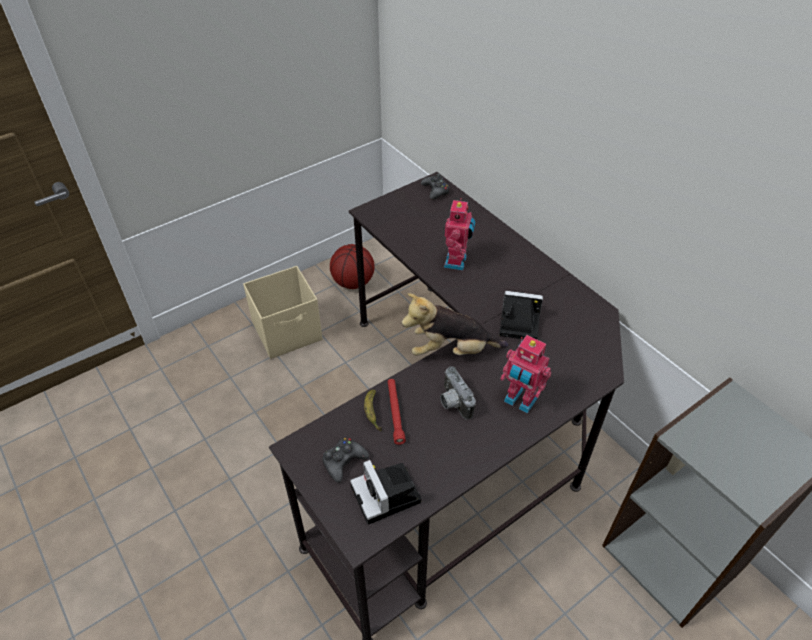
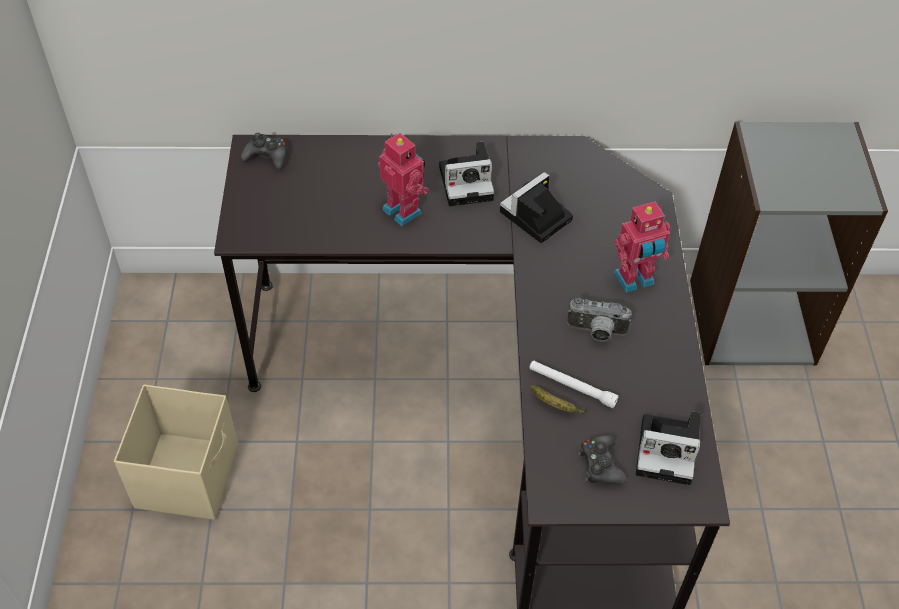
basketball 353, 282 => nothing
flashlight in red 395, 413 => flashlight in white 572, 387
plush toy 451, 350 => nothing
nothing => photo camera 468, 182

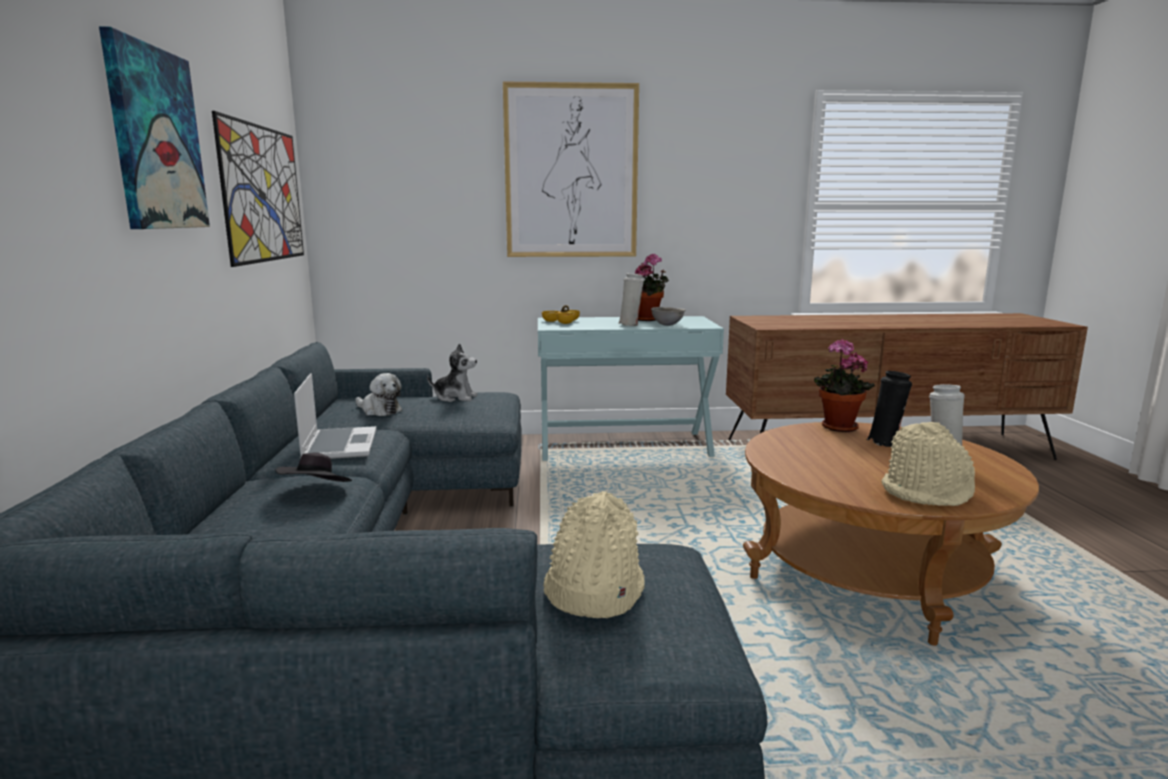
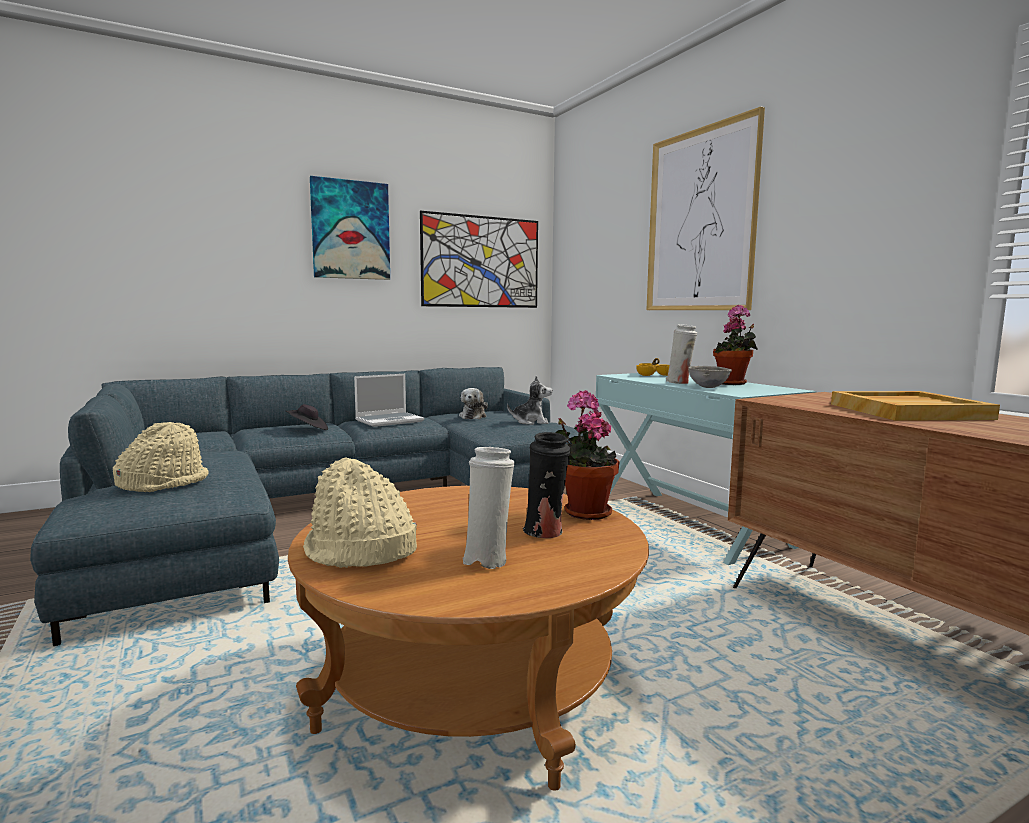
plush toy 455, 397 => plush toy 531, 422, 75 degrees counterclockwise
nothing => tray in beige 908, 411

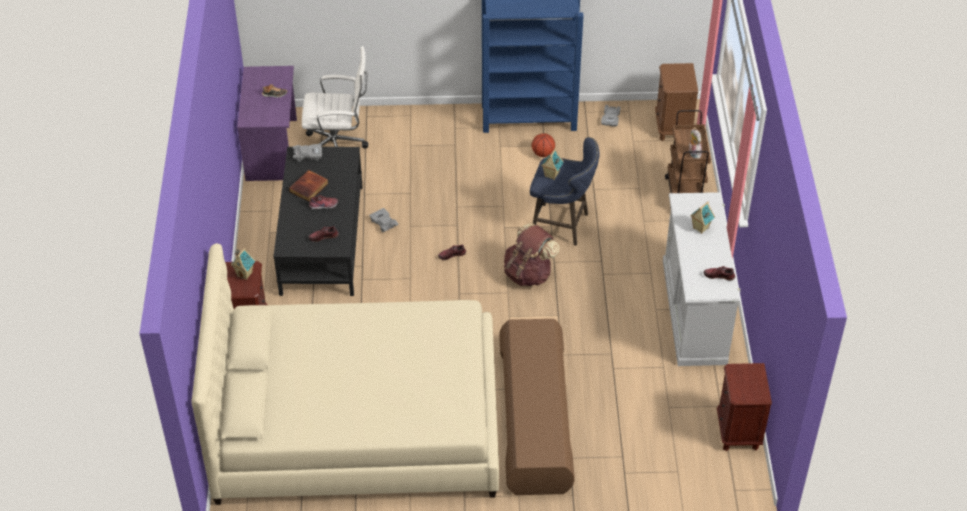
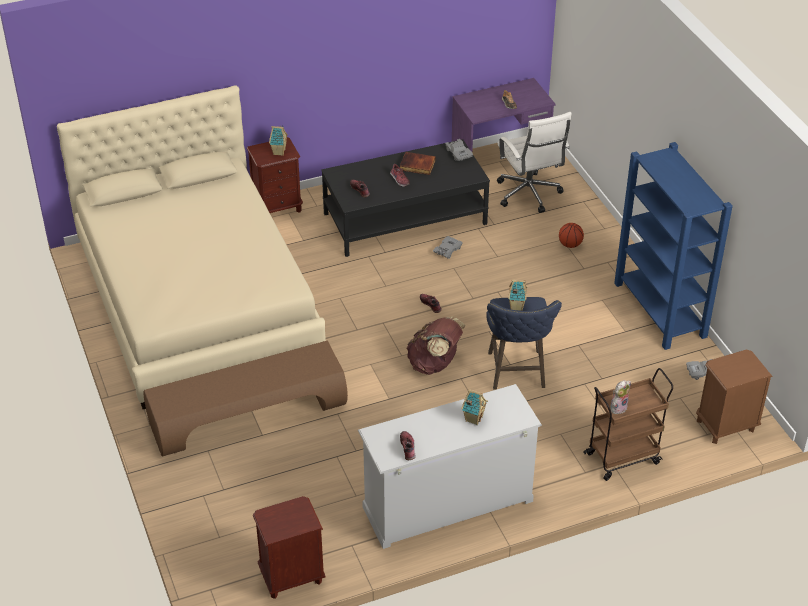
basketball 543, 154 => basketball 570, 245, moved

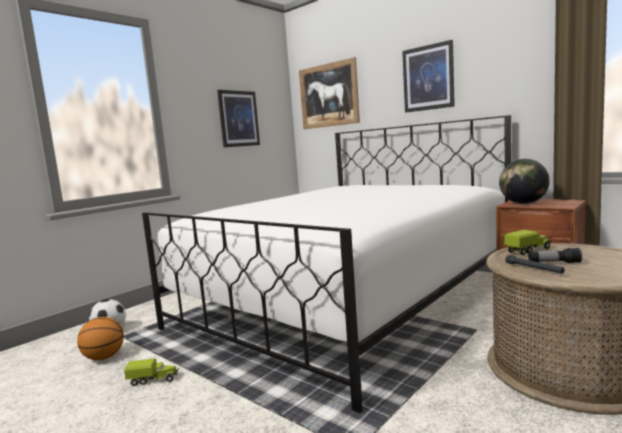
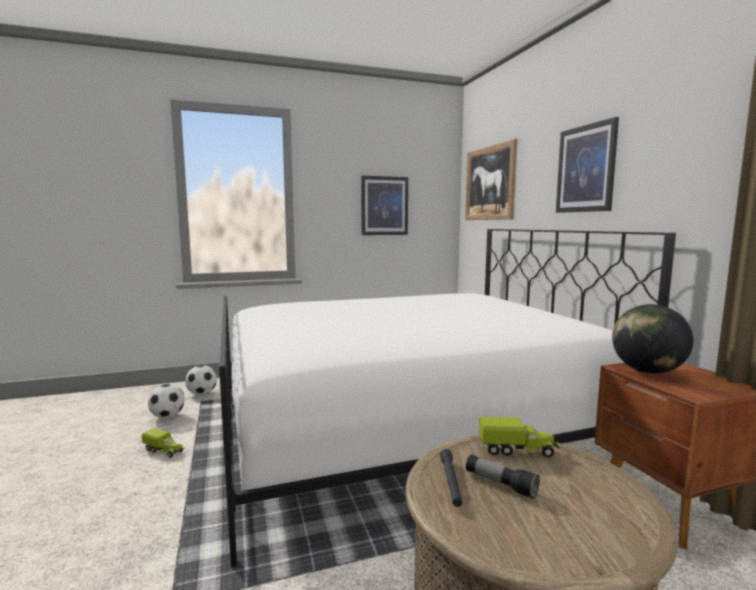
basketball 104, 357 => football 167, 416

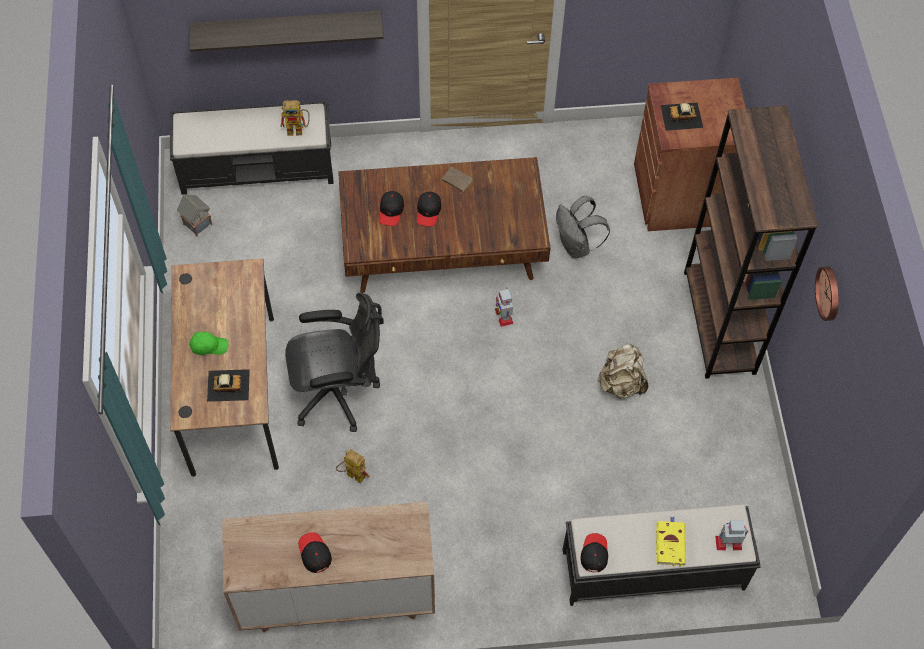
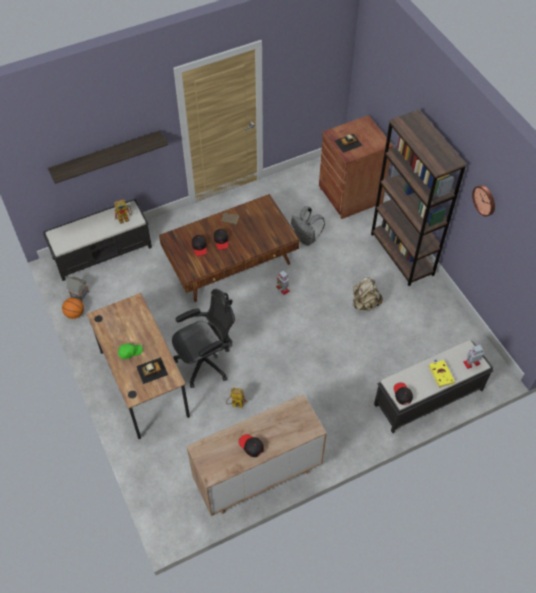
nothing => basketball 75, 314

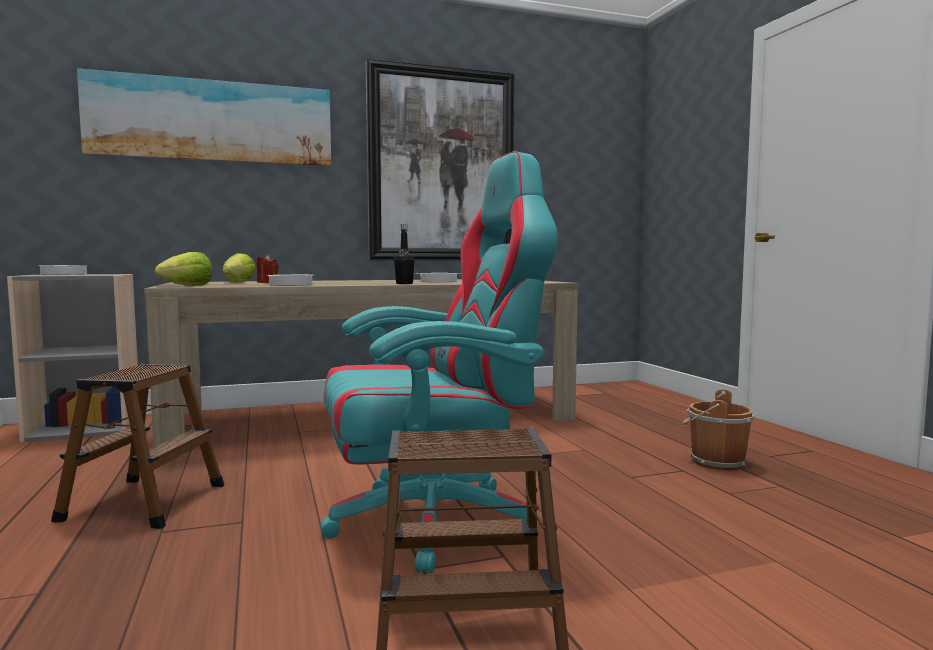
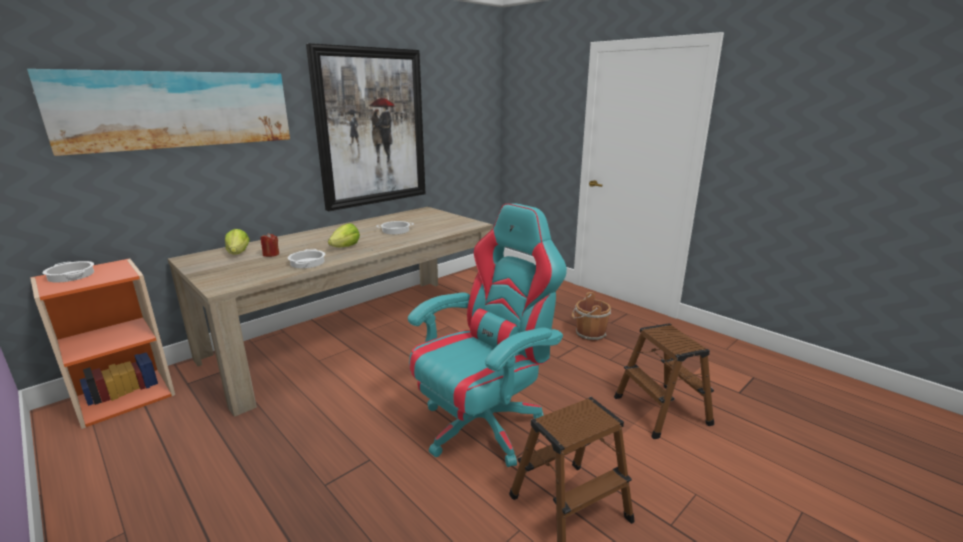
bookcase in grey 86, 427 => bookcase in orange 126, 395
step ladder in brown 143, 502 => step ladder in brown 662, 410, moved
lettuce 188, 286 => lettuce 345, 247, moved
bottle in black 404, 283 => nothing

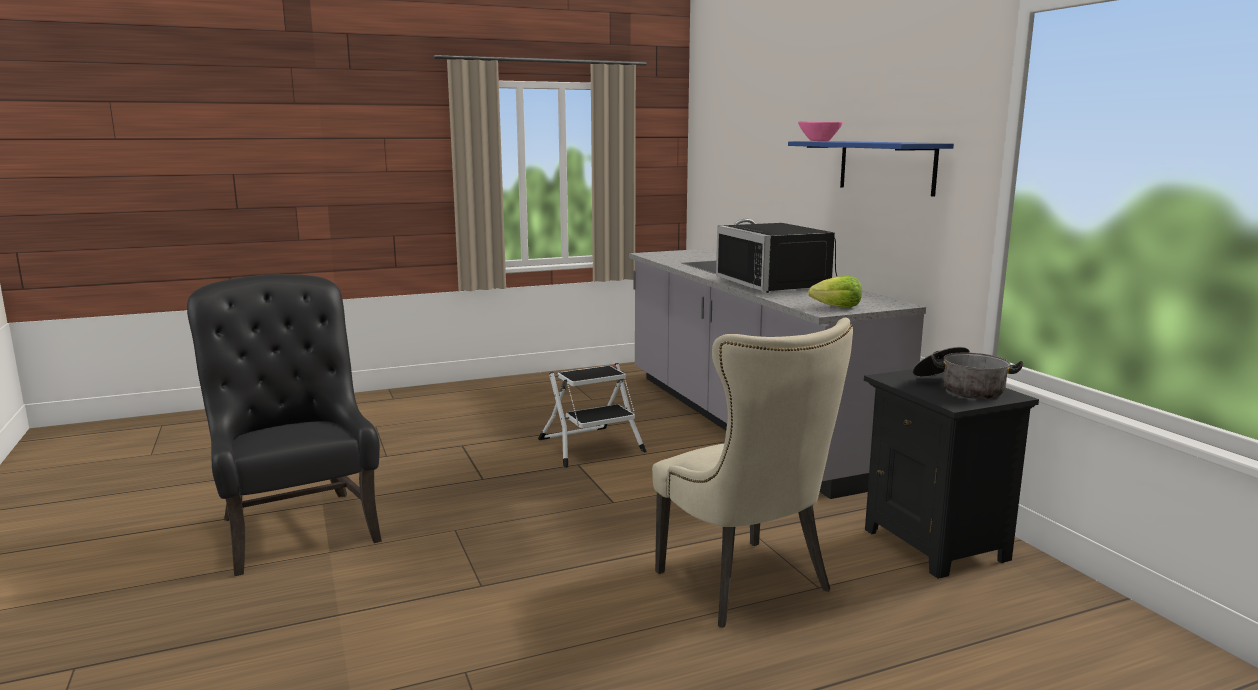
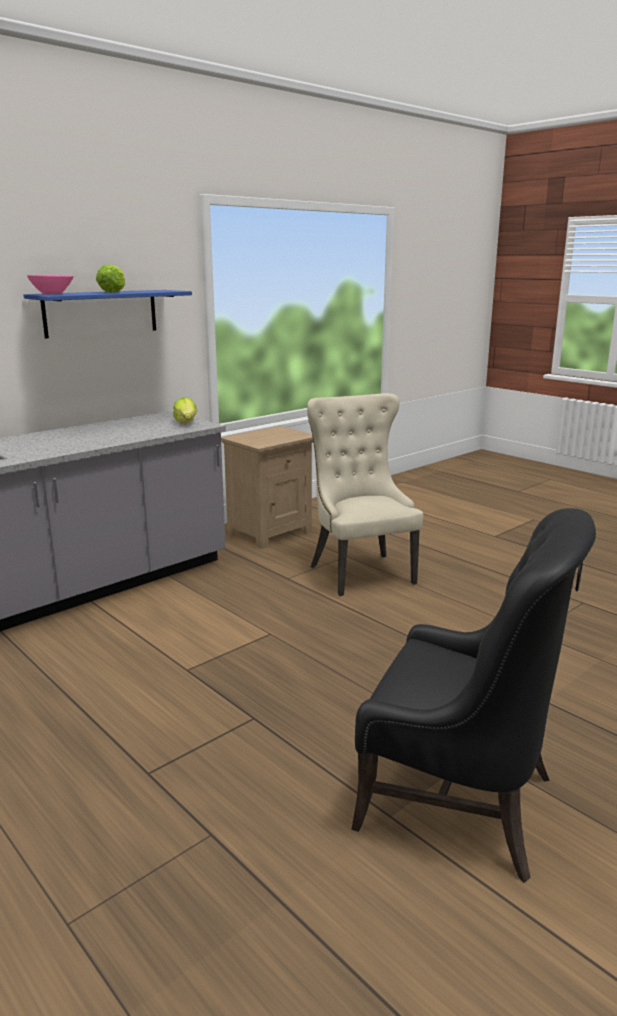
chair in black 297, 529 => chair in black 459, 801, 105 degrees counterclockwise
step ladder 589, 446 => nothing
chair in beige 744, 584 => chair in beige 361, 573, 60 degrees counterclockwise
microwave in black 779, 284 => nothing
nightstand in black 933, 545 => nightstand in beige 272, 533
cooking pot 960, 388 => nothing
nothing => lettuce 113, 292

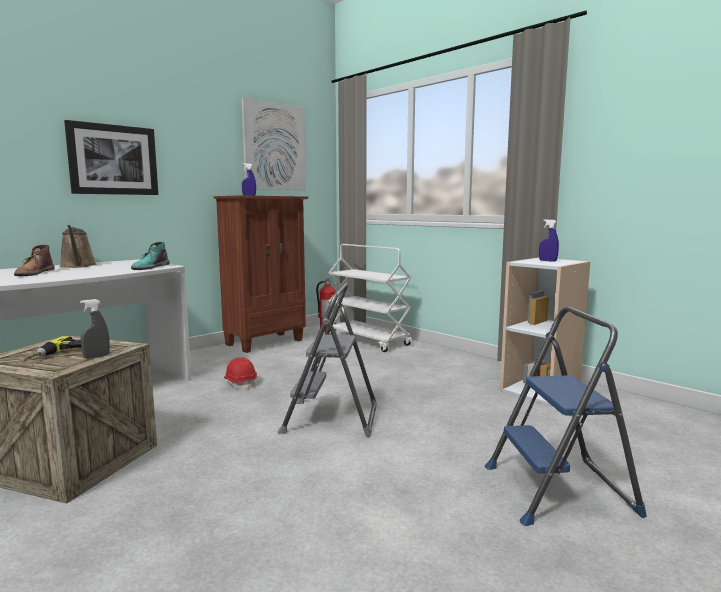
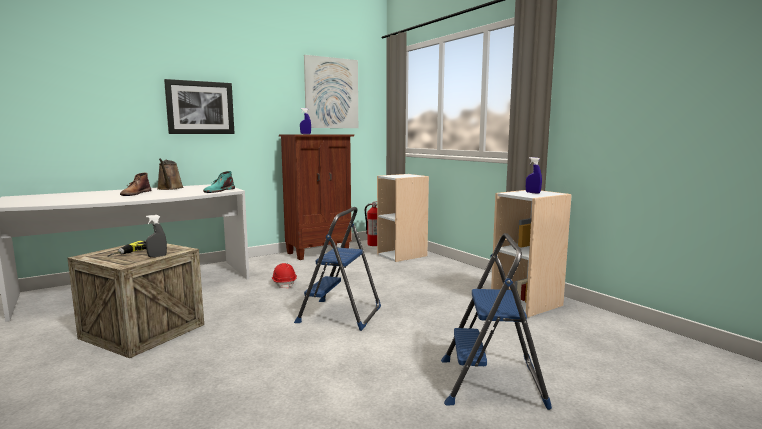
step ladder in grey 335, 418 => step ladder in blue 342, 315
cart in white 368, 341 => bookcase 402, 255

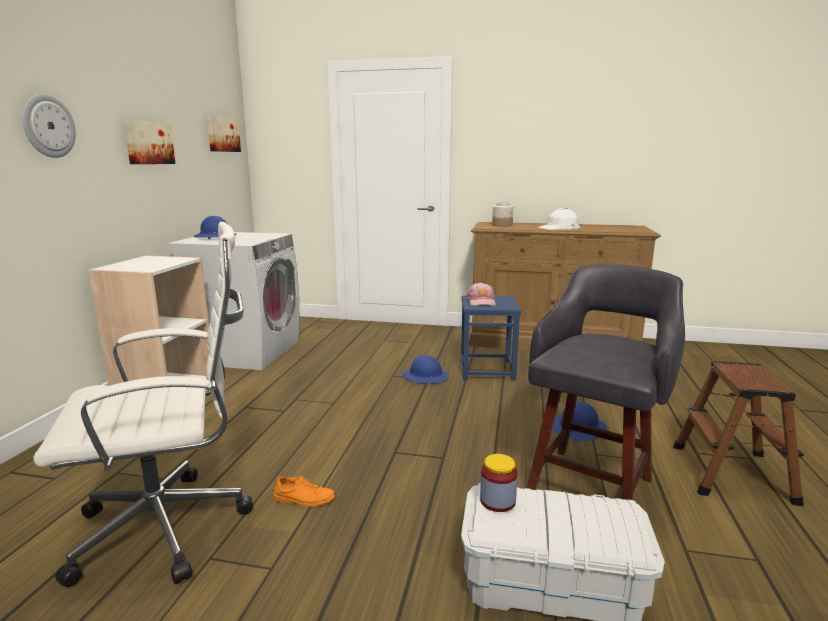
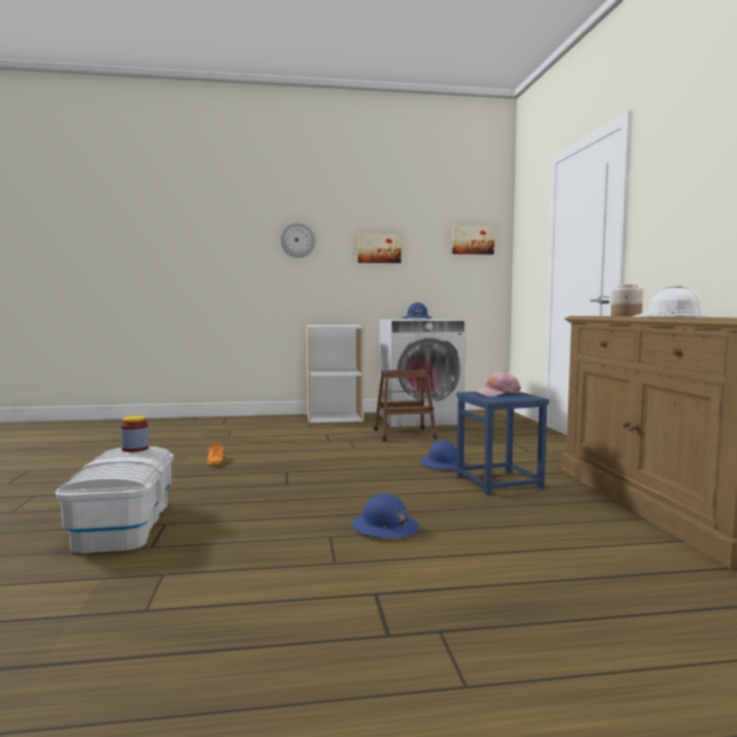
office chair in white 171, 526 => nothing
stool in grey 592, 485 => nothing
step ladder in brown 732, 473 => step ladder in brown 404, 434, moved

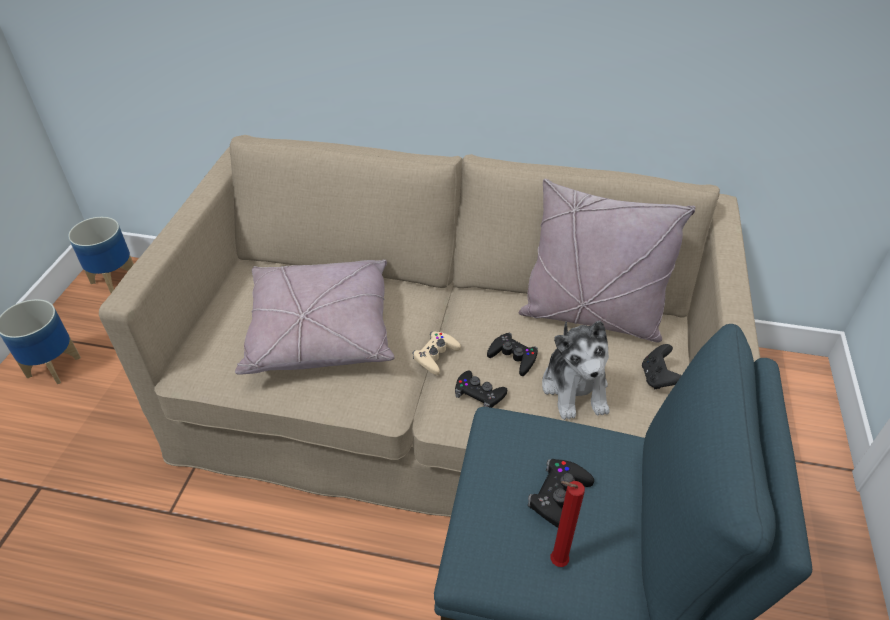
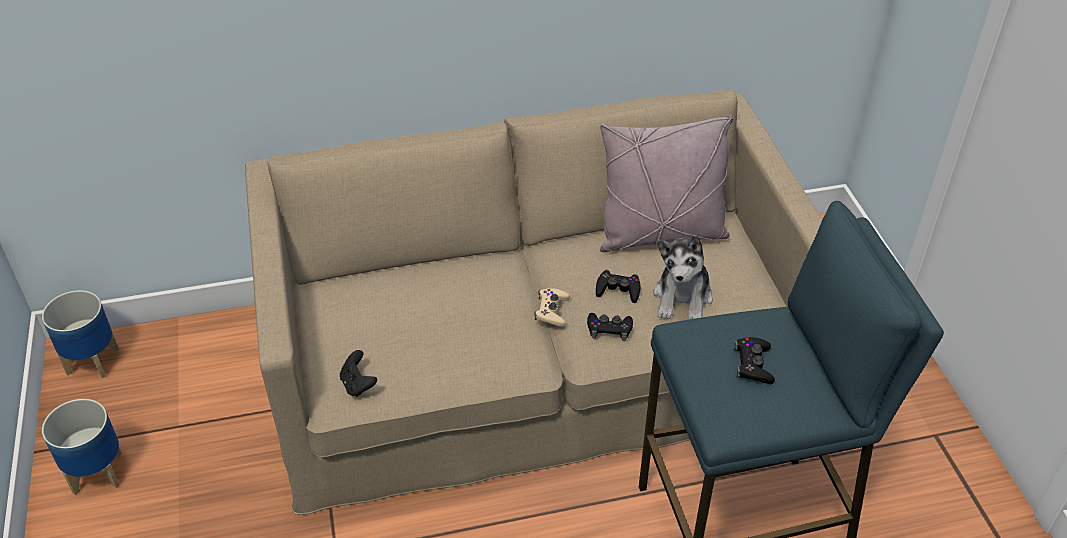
pillow in purple 320, 331 => nothing
plush toy 575, 388 => plush toy 683, 298, 45 degrees clockwise
candle in red 555, 562 => nothing
game controller in black 657, 378 => game controller in black 358, 384, moved

